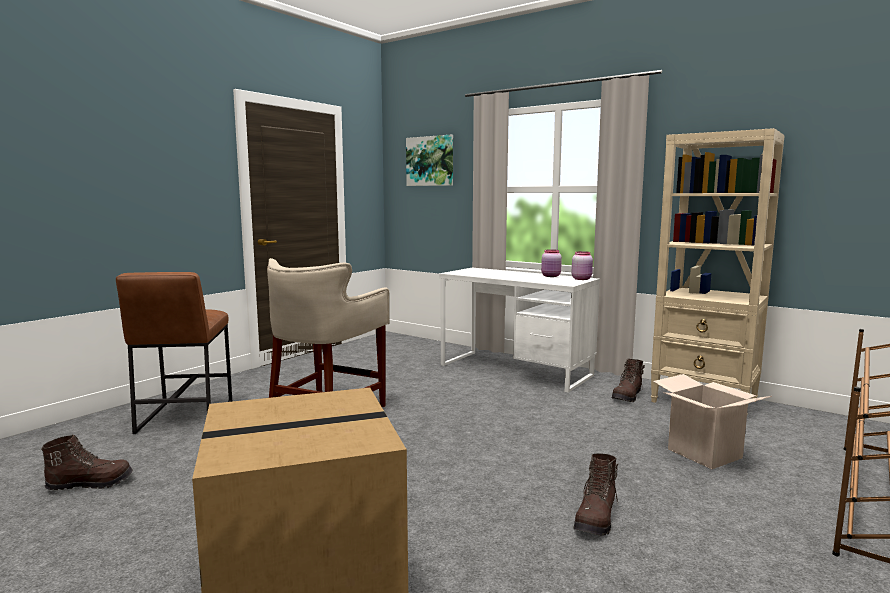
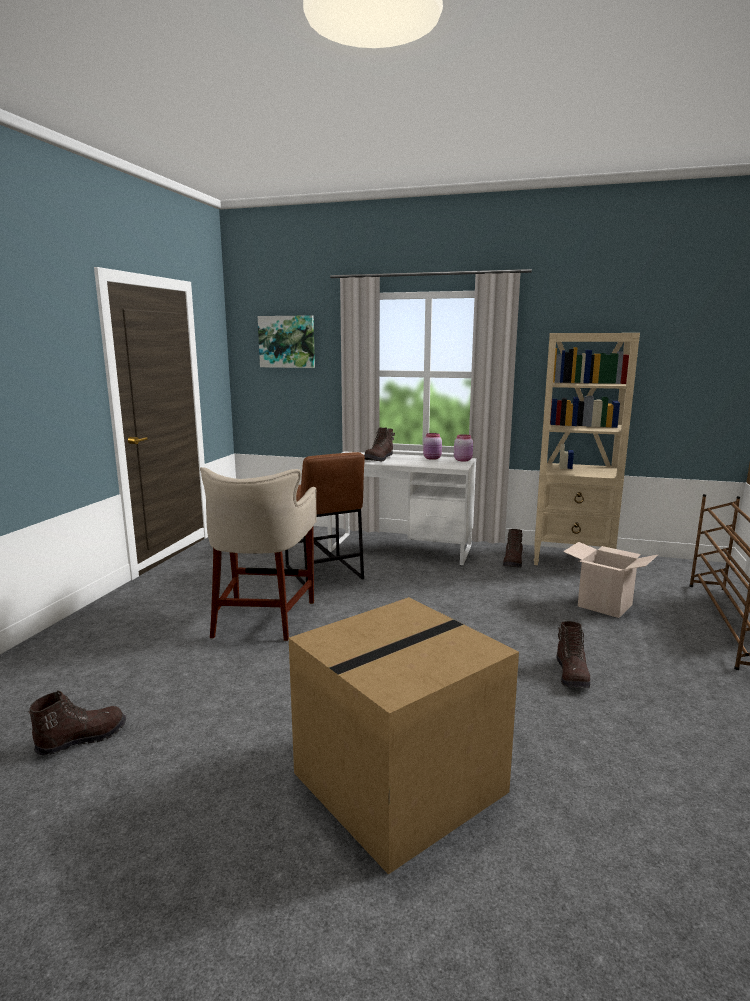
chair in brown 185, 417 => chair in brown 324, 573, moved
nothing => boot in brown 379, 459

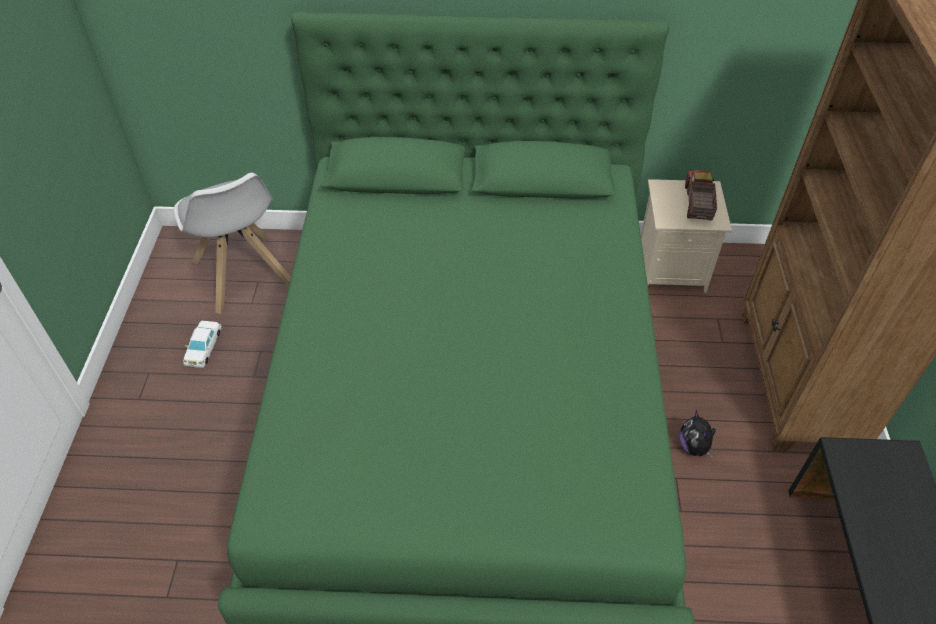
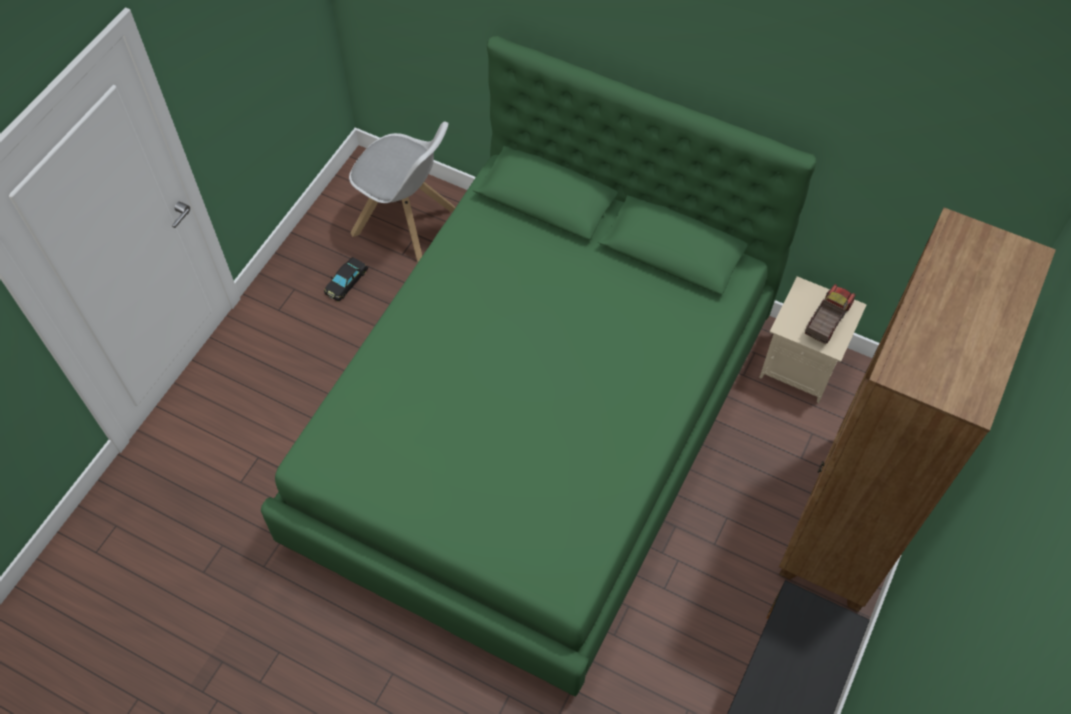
chair 243, 275 => chair 407, 223, 60 degrees counterclockwise
toy car in white 203, 347 => toy car in black 346, 281
plush toy 694, 447 => nothing

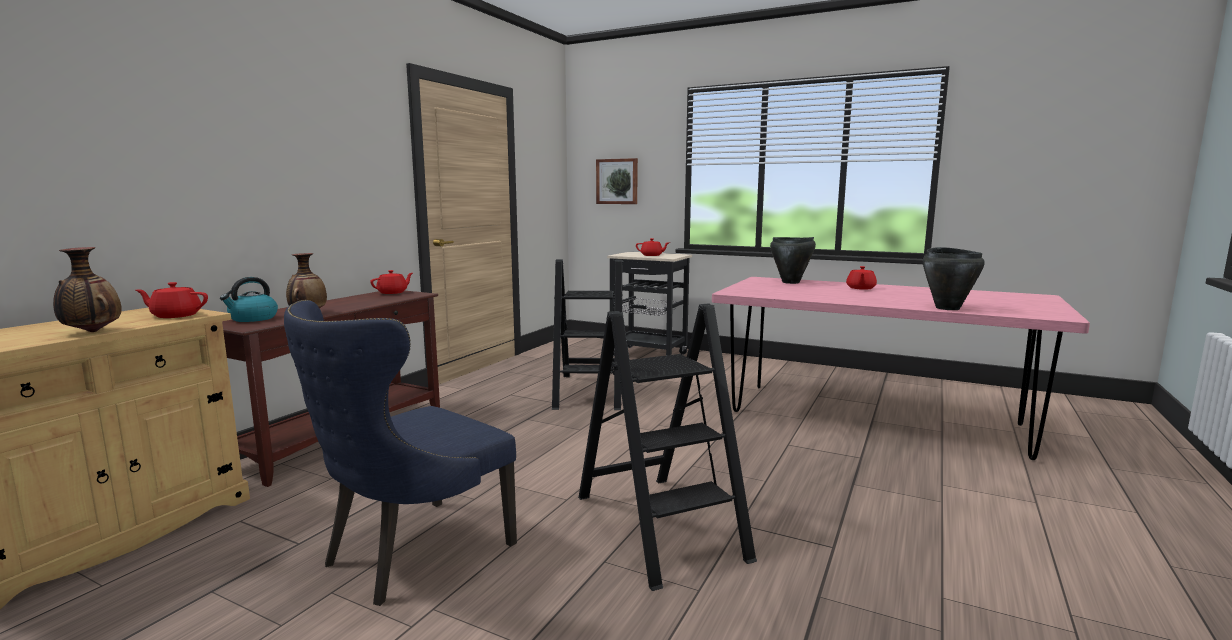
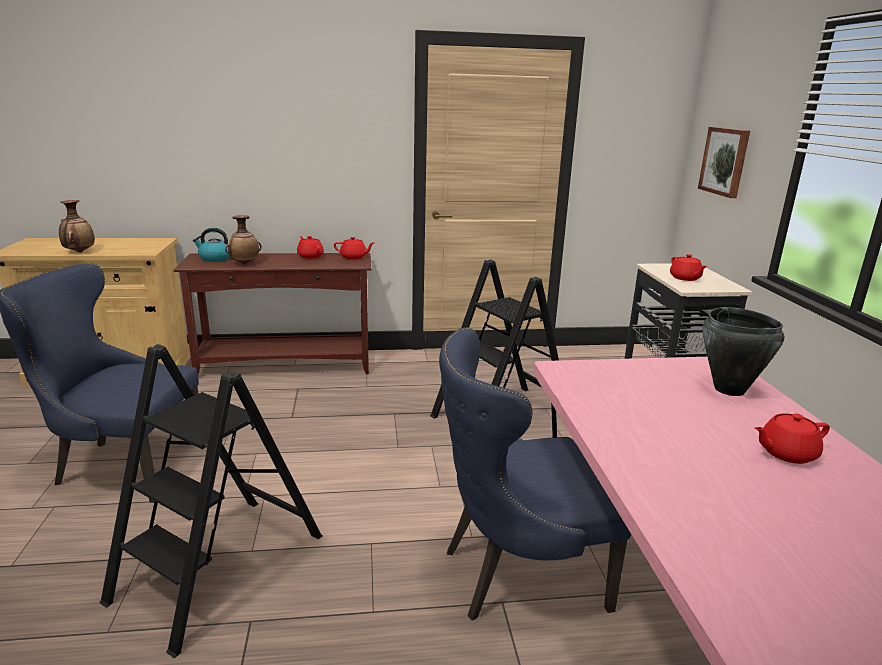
teapot in red 175, 315 => teapot in red 310, 256, moved
cooking pot in black 947, 308 => nothing
nothing => chair in blue 516, 574

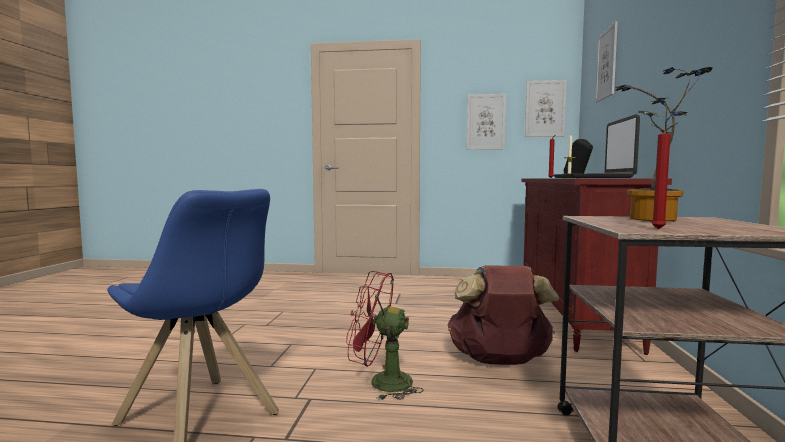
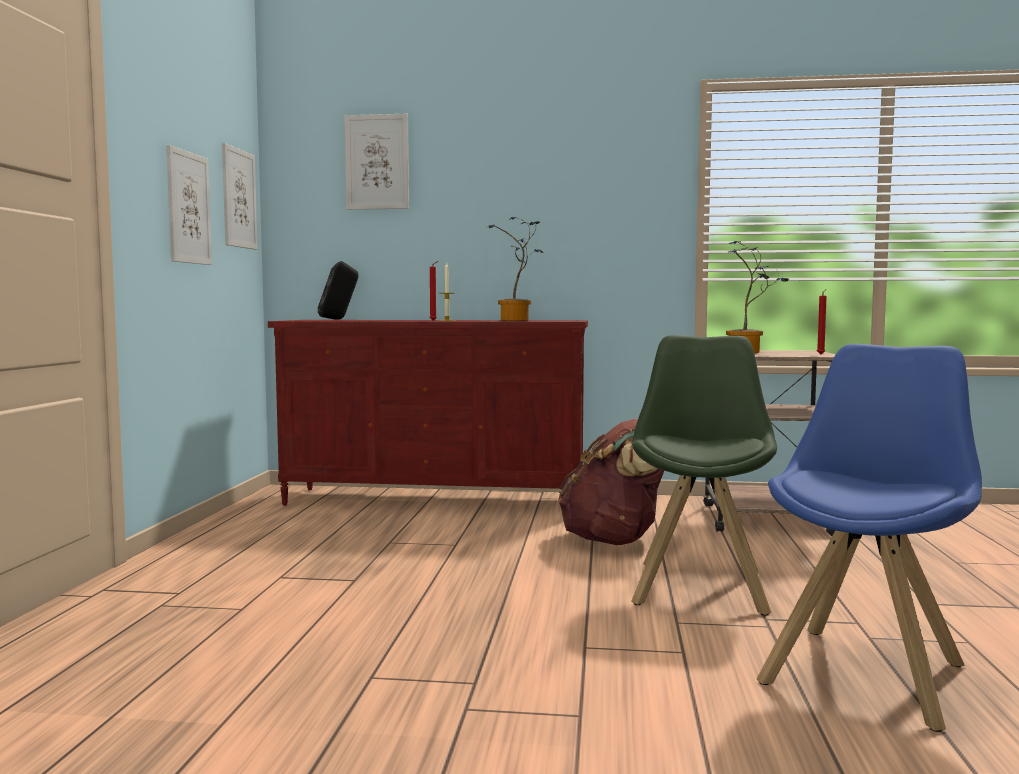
fan in red 381, 382 => chair in green 700, 587
laptop 592, 178 => potted plant 517, 320

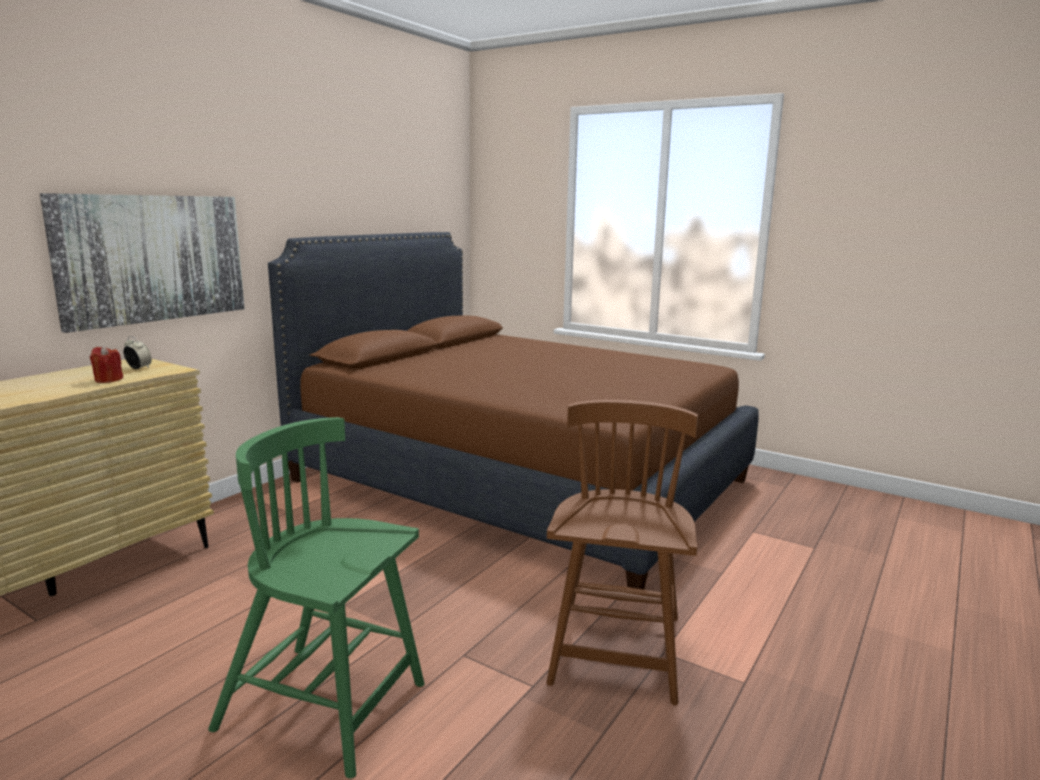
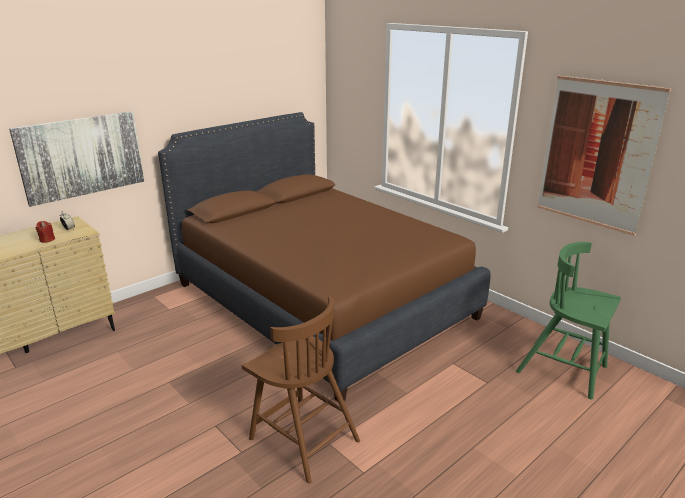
chair in green 326, 706 => chair in green 564, 370, moved
chair in brown 616, 651 => chair in brown 302, 438, 105 degrees clockwise
nothing => picture 597, 154

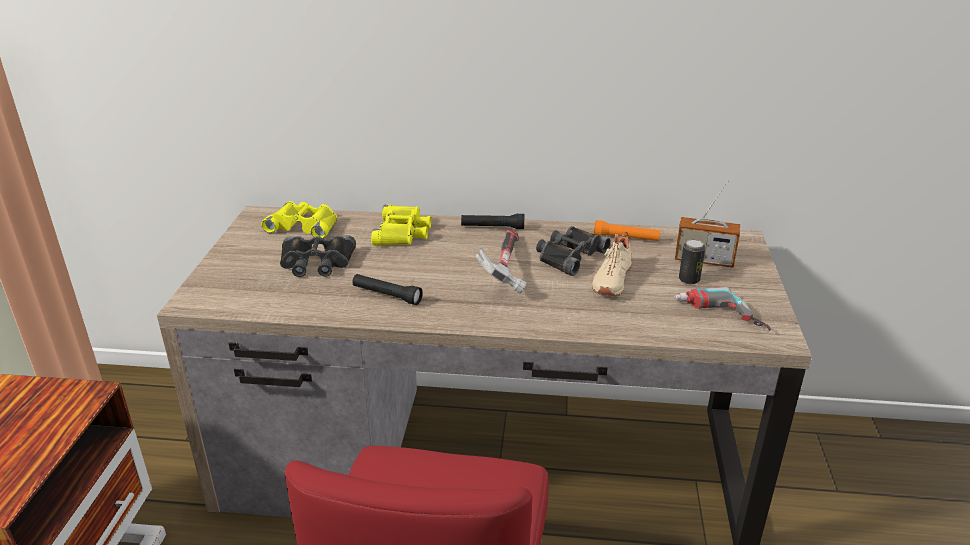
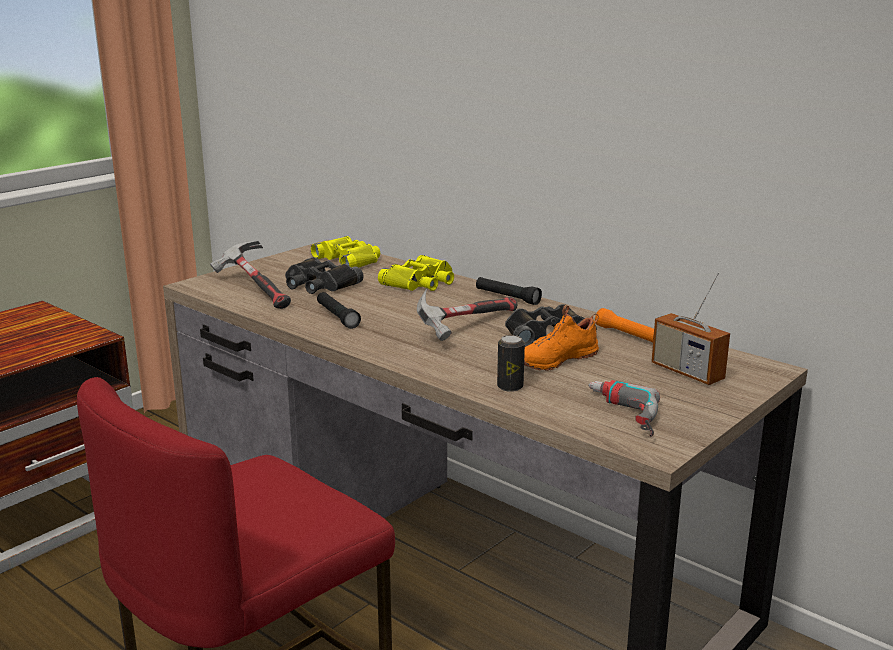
shoe in beige 610, 280 => shoe in orange 555, 359
can 689, 279 => can 510, 387, moved
nothing => hammer 255, 289

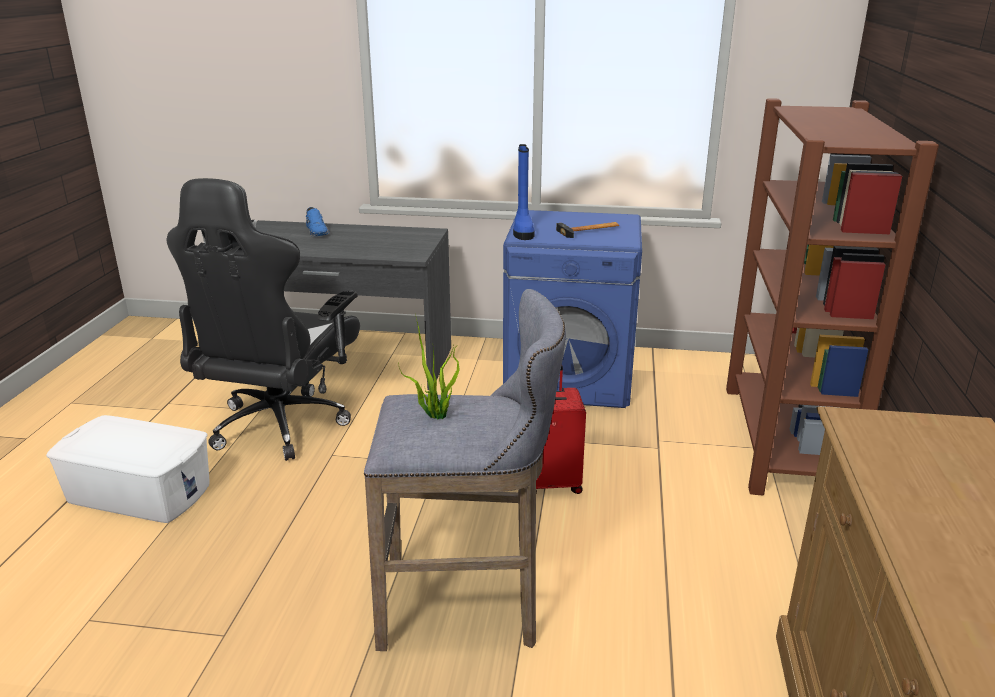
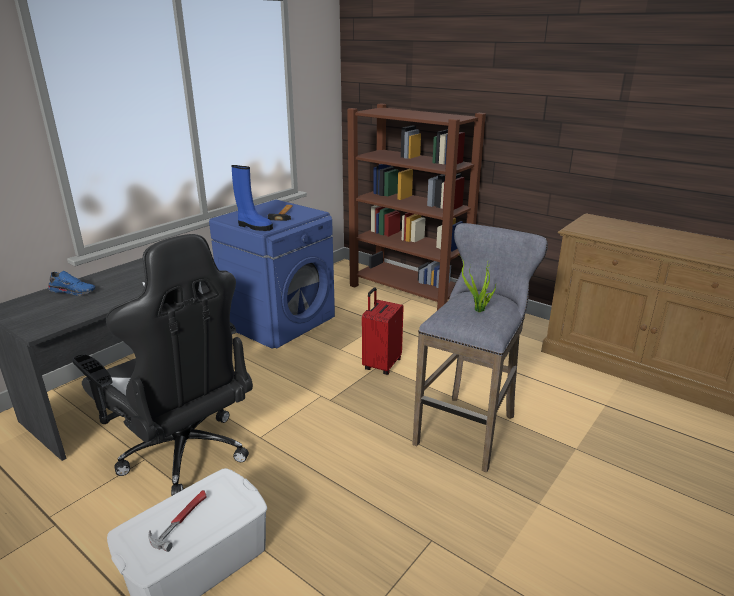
nothing => hammer 180, 520

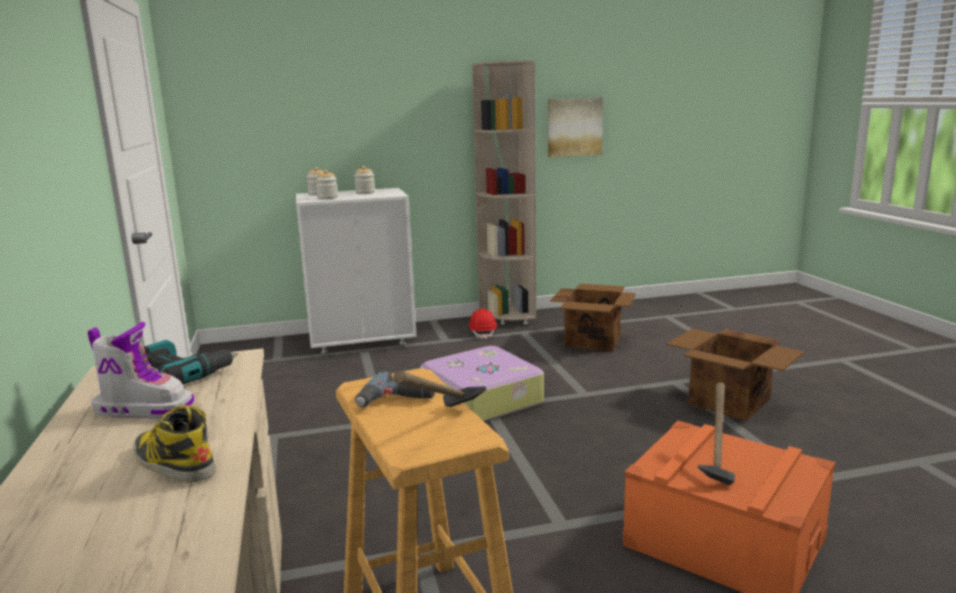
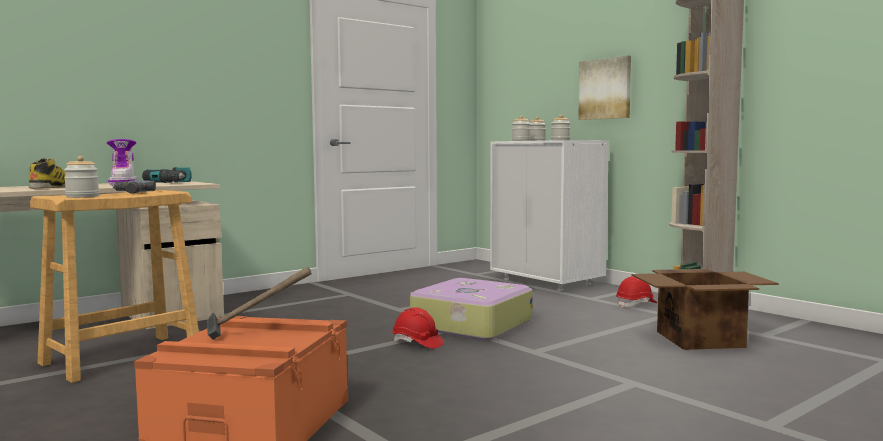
hammer 443, 430 => jar 82, 196
picture 574, 127 => picture 605, 89, moved
cardboard box 730, 402 => nothing
nothing => hard hat in red 417, 343

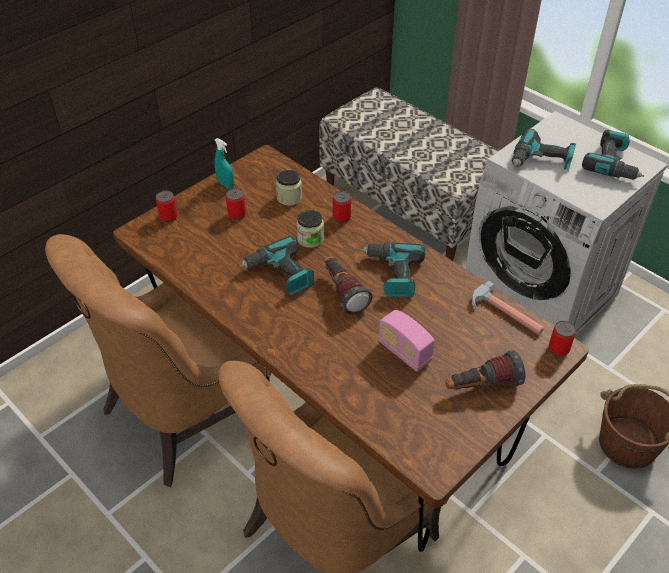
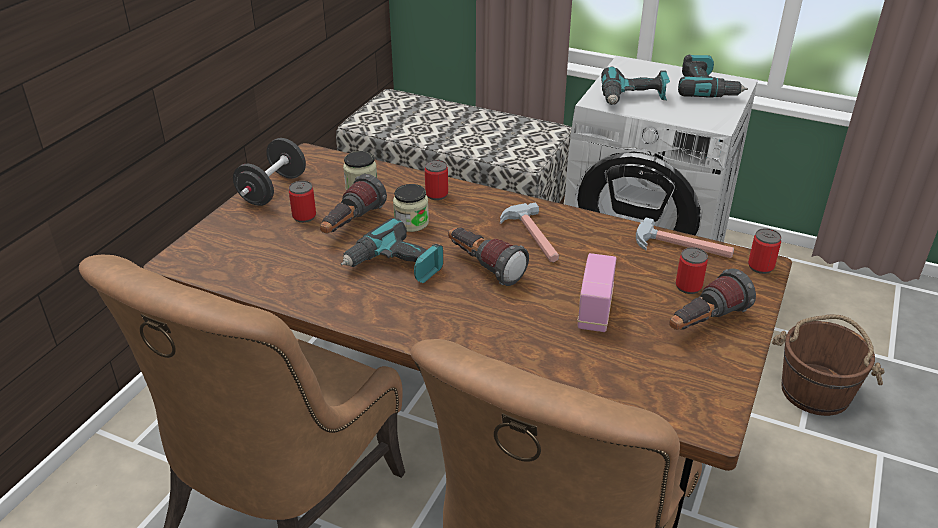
can 168, 216 => can 688, 286, moved
spray bottle in turquoise 225, 184 => dumbbell in black 273, 190
power drill 393, 274 => hammer 531, 237
radio 404, 352 => radio 594, 311, 75 degrees clockwise
nothing => flashlight 351, 225

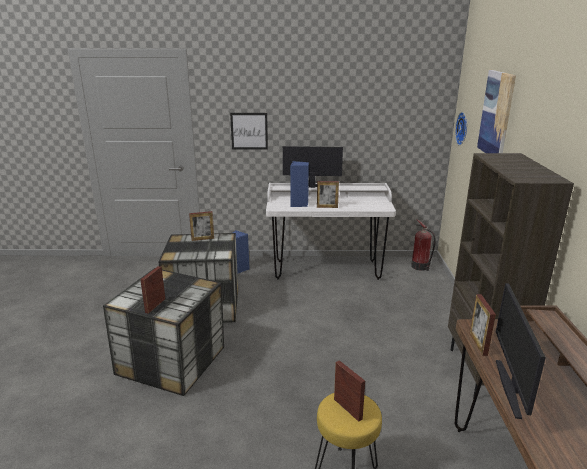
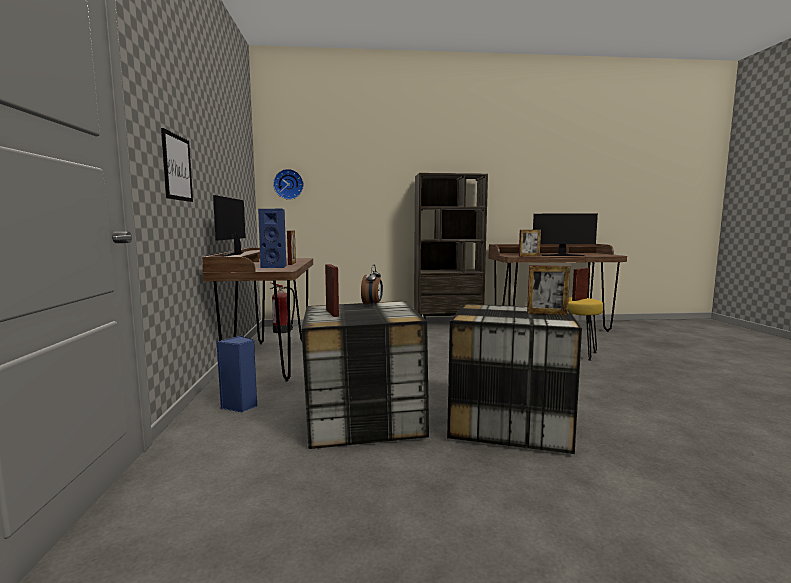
desk in white 326, 269 => desk in brown 271, 360
picture 496, 114 => nothing
nothing => alarm clock 372, 304

